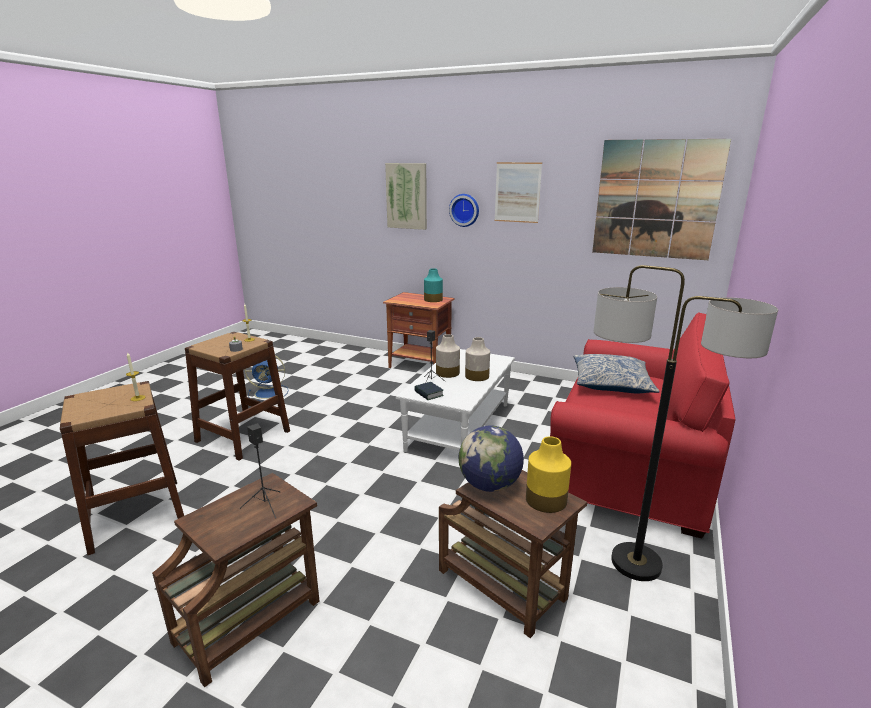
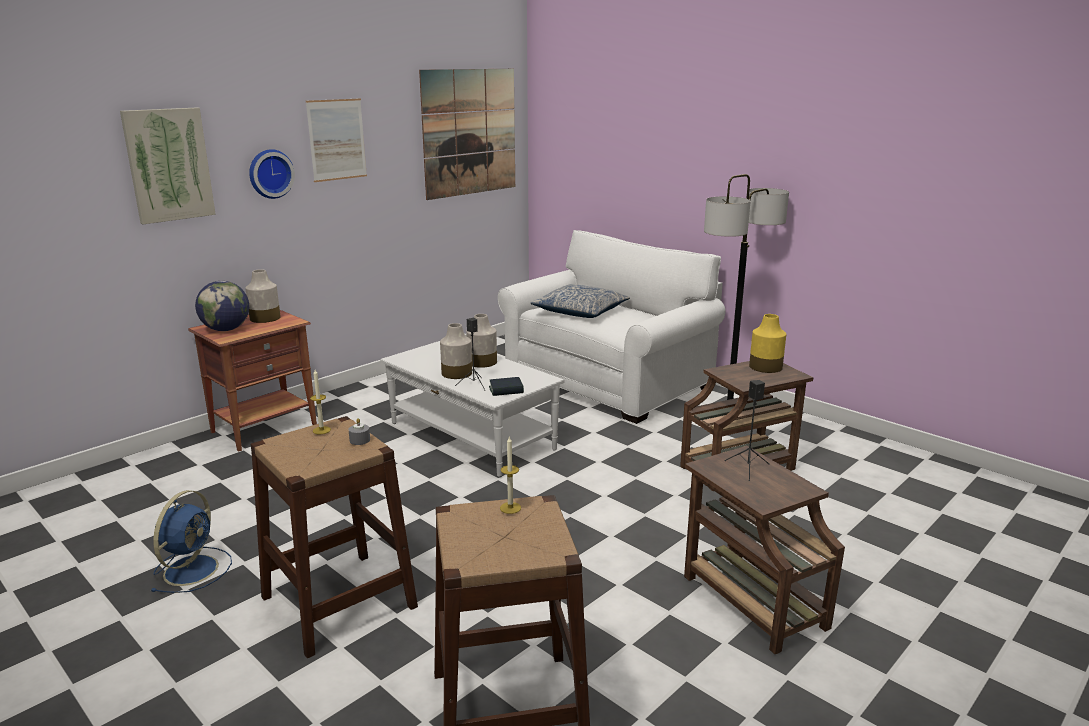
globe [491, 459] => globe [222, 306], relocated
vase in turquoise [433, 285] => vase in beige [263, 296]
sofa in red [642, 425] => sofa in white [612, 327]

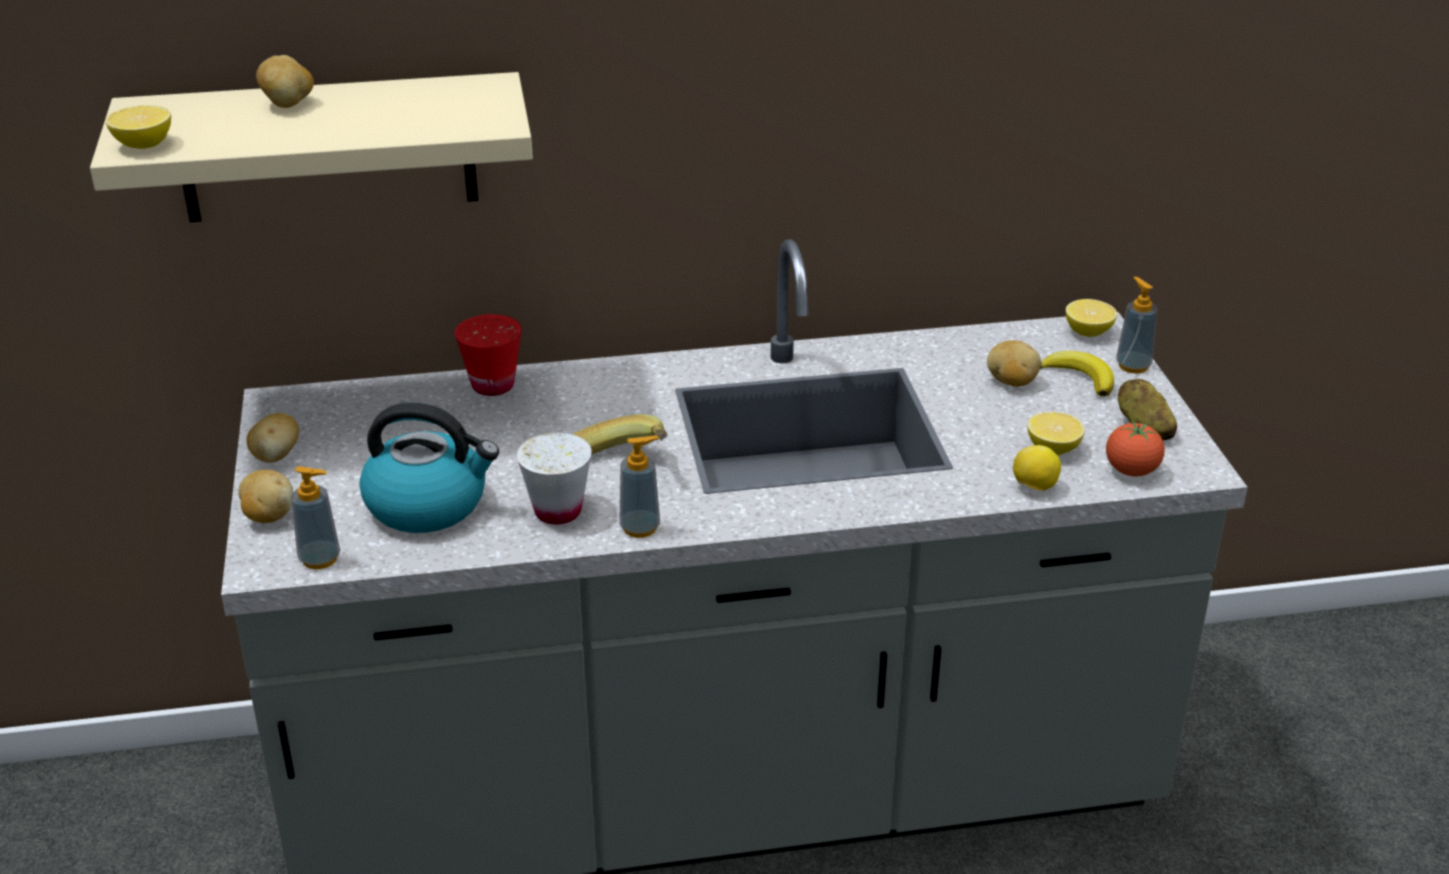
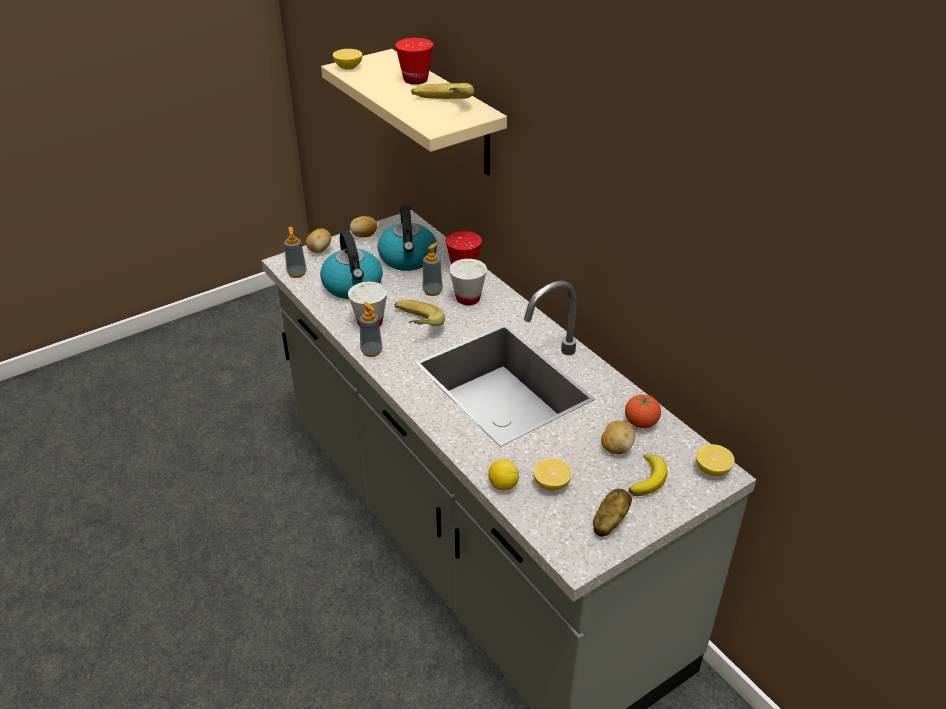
nothing => kettle [407, 238]
potato [285, 81] => cup in red [414, 61]
nothing => banana [442, 91]
soap dispenser [1137, 325] => soap dispenser [432, 269], relocated
nothing => cup in white [468, 282]
tomato [1135, 448] => tomato [643, 411], relocated

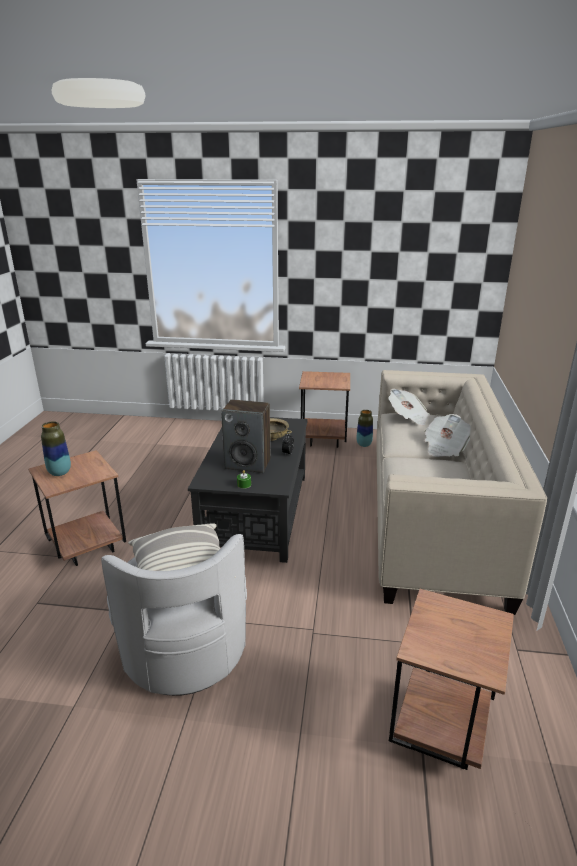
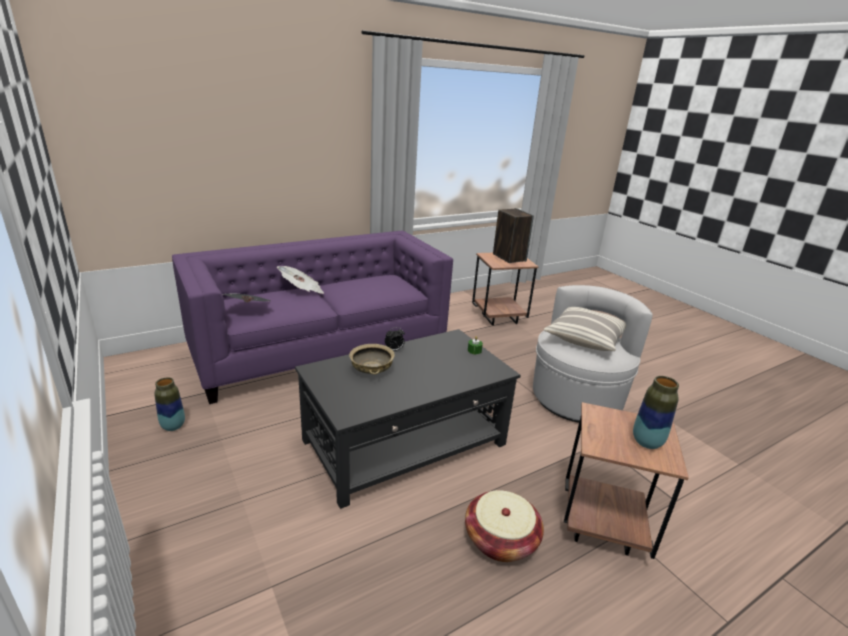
sofa in beige [461, 492] => sofa in purple [312, 317]
nothing => basket [504, 526]
speaker [245, 436] => speaker [513, 235], relocated
side table in brown [324, 409] => nothing

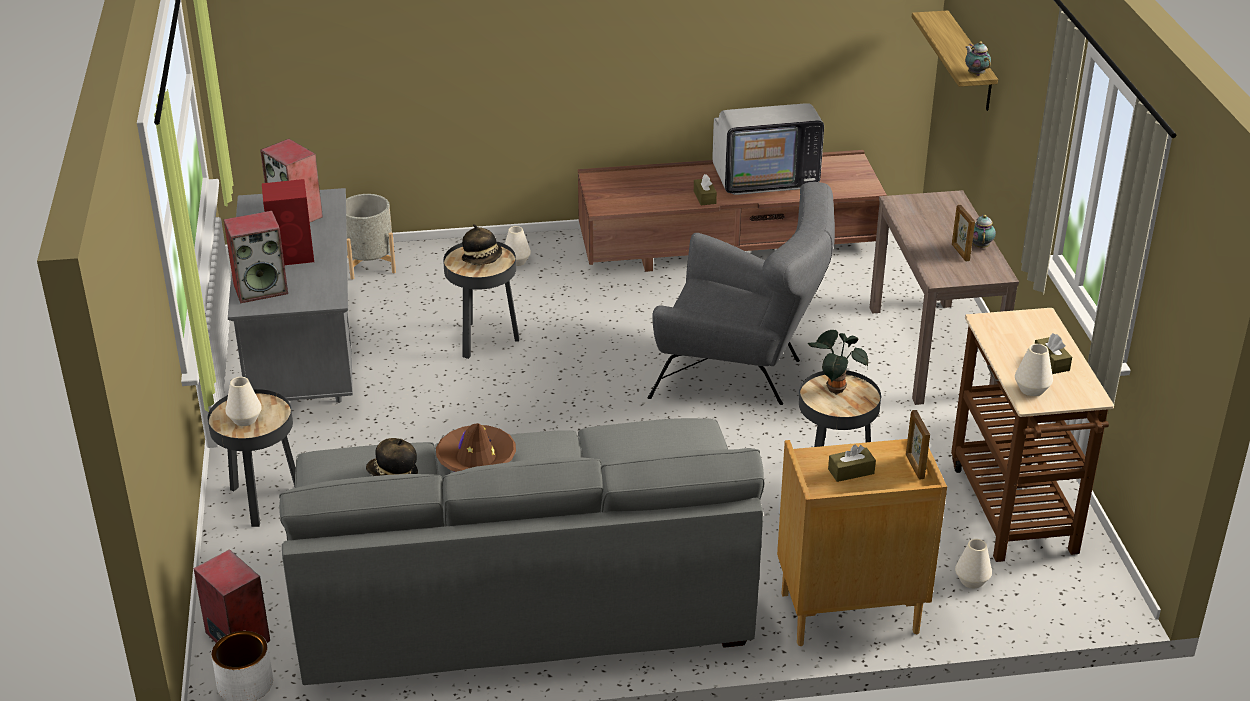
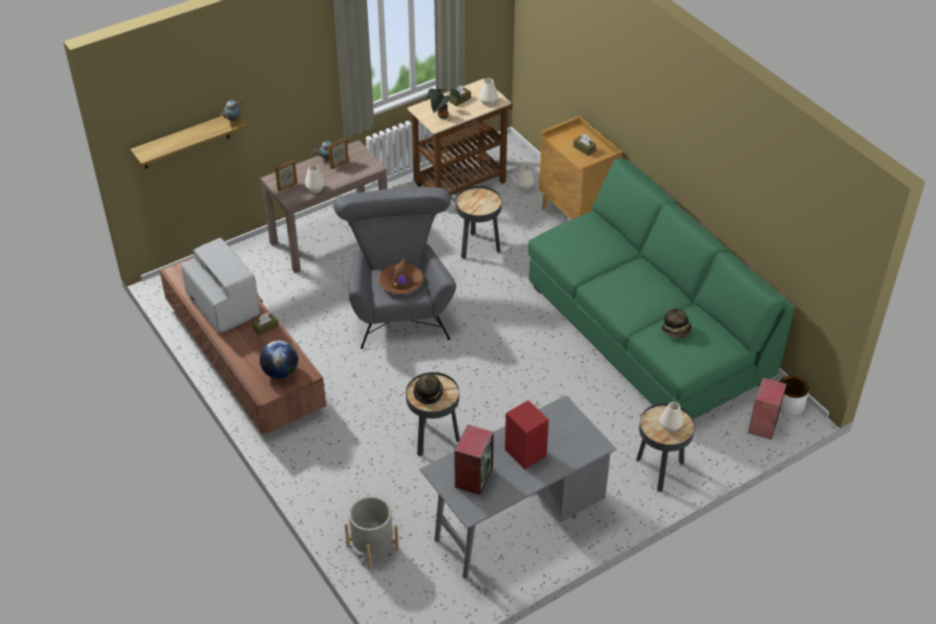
nothing => globe [279, 359]
picture frame [918, 444] => picture frame [286, 175], relocated
vase in white [518, 246] => vase in white [315, 179], relocated
hat in brown [476, 447] => hat in brown [401, 276], relocated
potted plant [838, 362] => potted plant [443, 103], relocated
sofa in grey [522, 551] => sofa in green [661, 289]
speaker [256, 257] => nothing

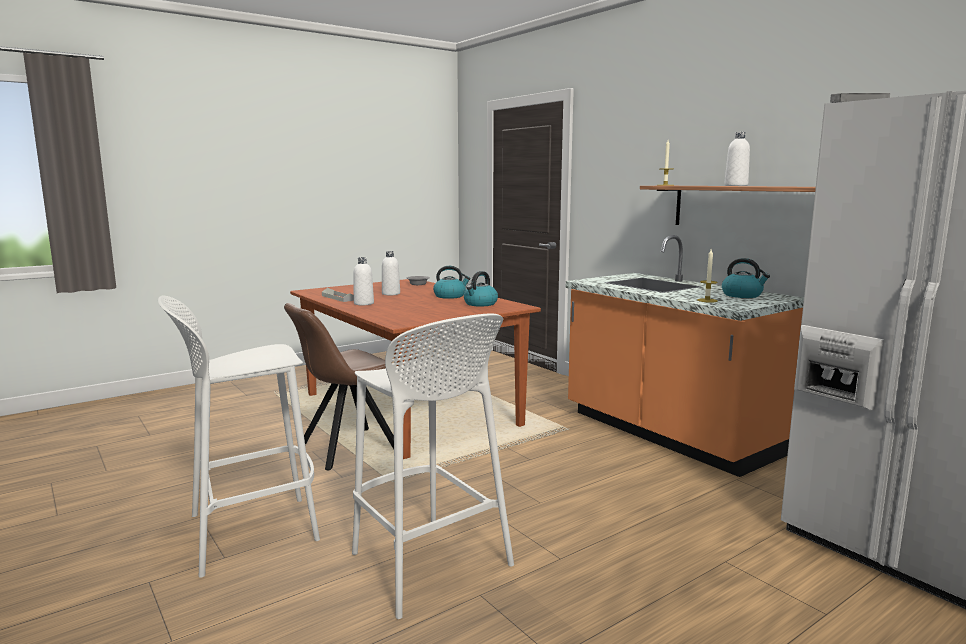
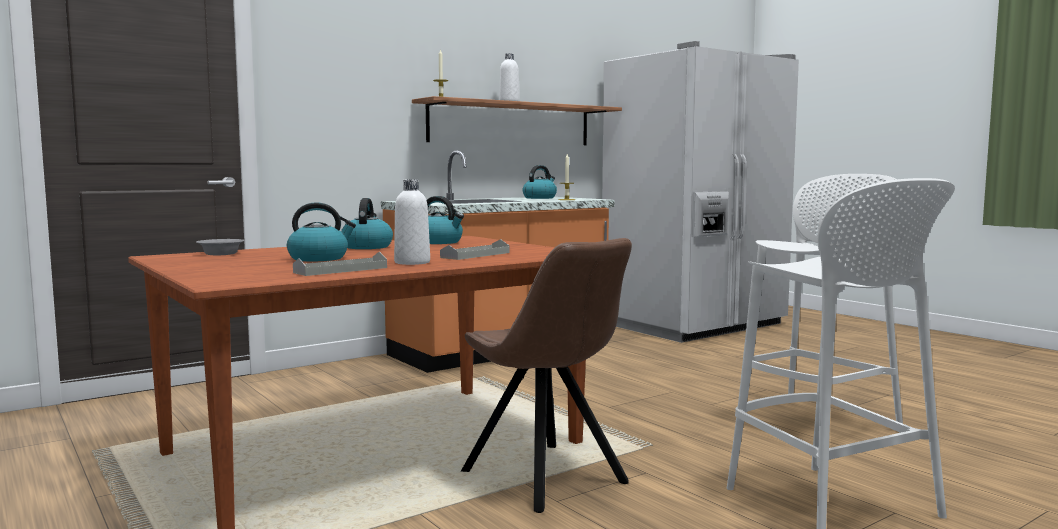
bottle in white [391, 273] => kettle [321, 231]
nothing => tray in grey [474, 249]

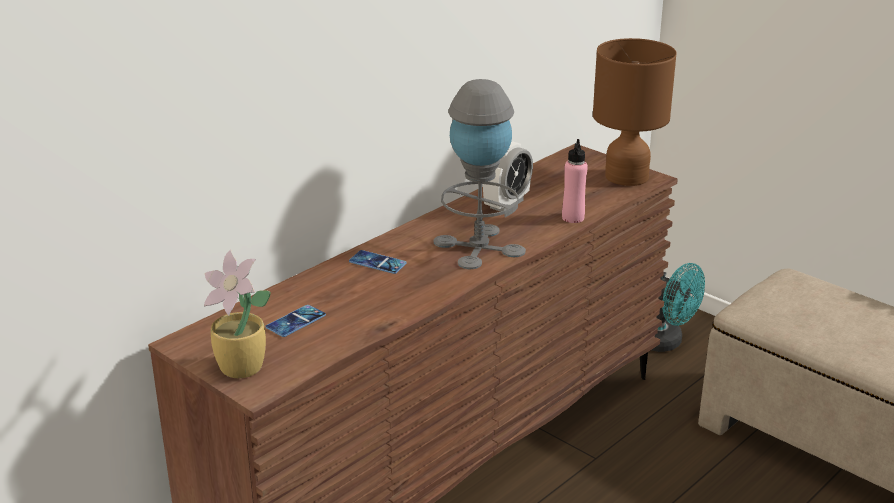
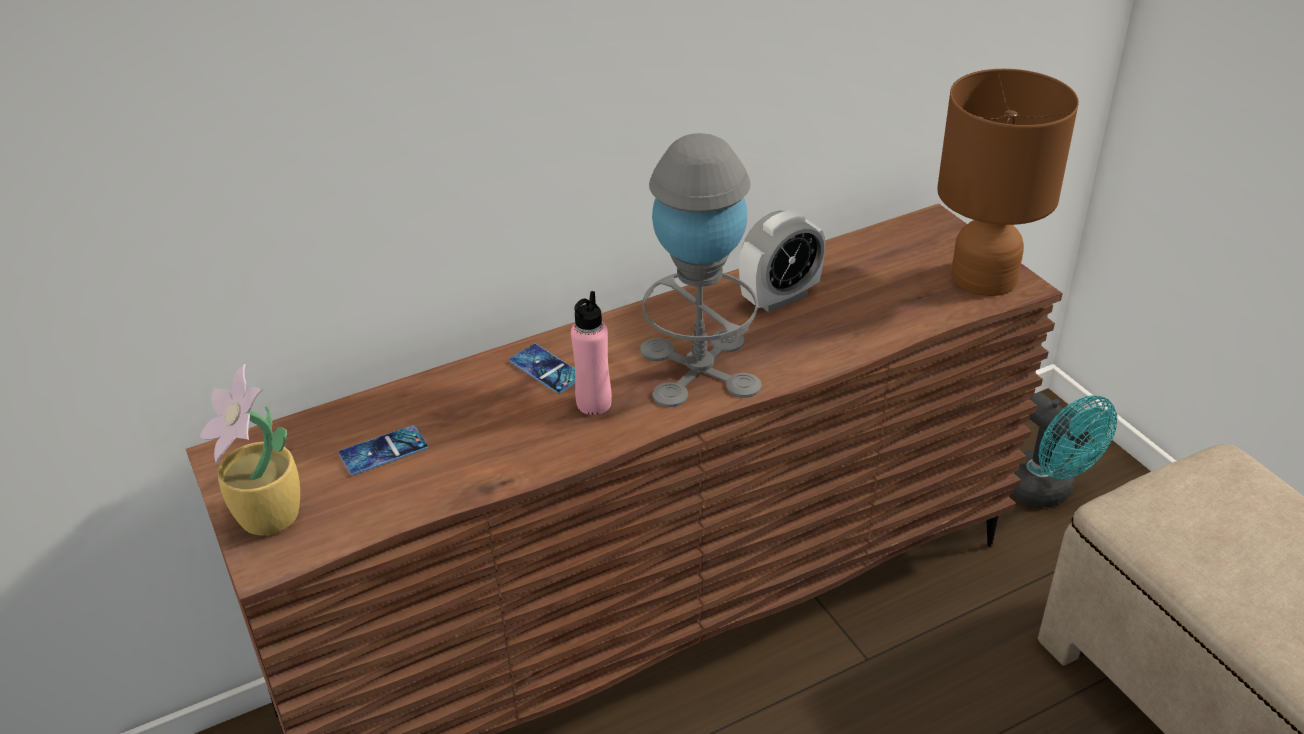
bottle in pink [575, 181] => bottle in pink [591, 353], relocated

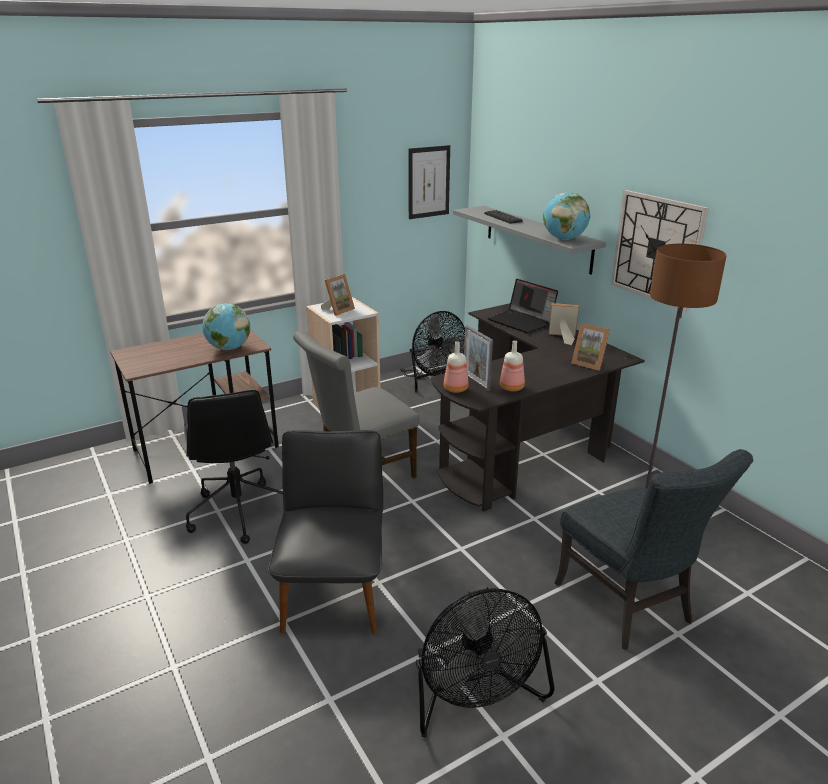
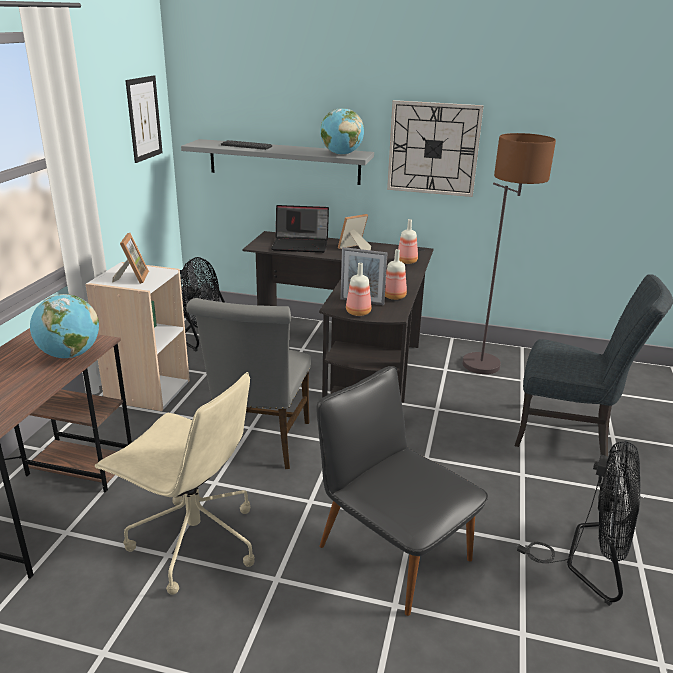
office chair in black [234, 467] => office chair in beige [175, 483]
picture frame [590, 346] => bottle [408, 241]

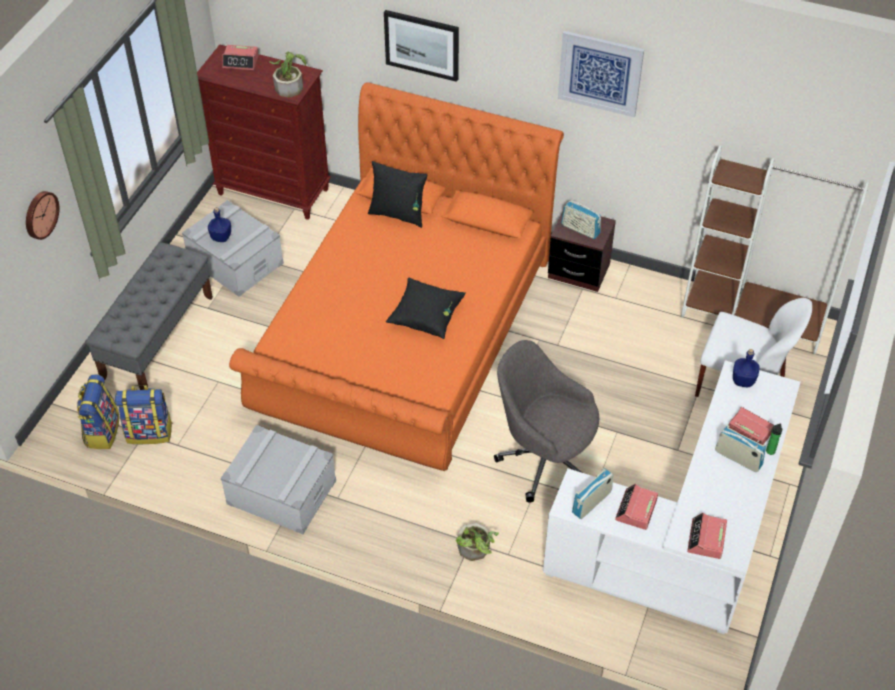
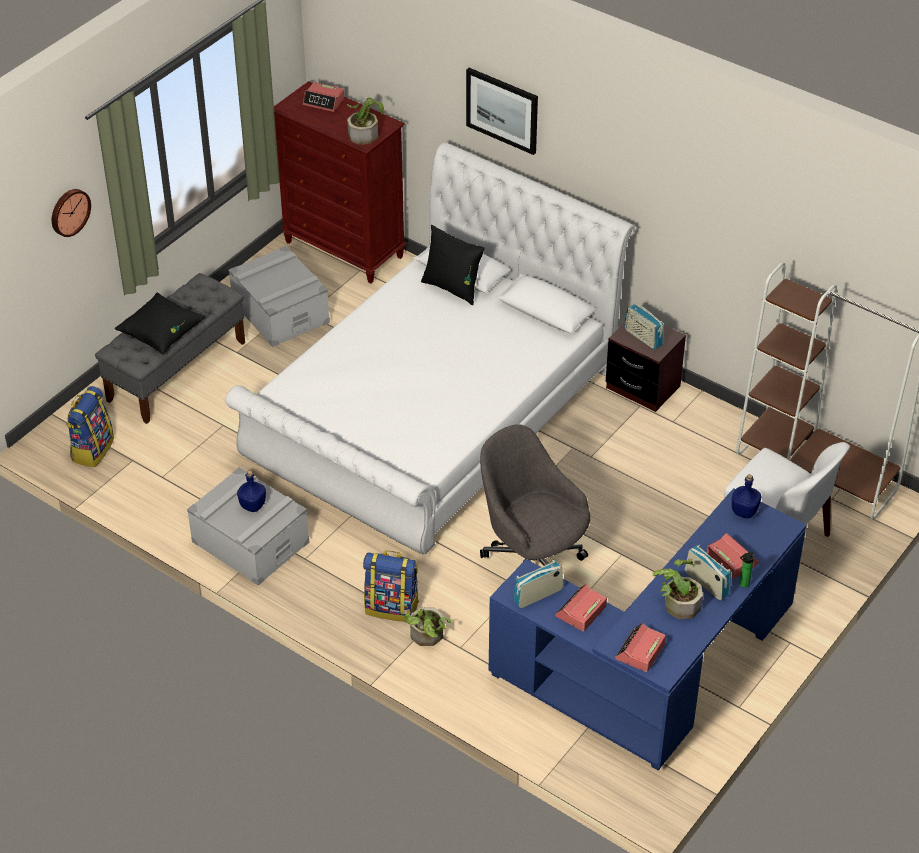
pillow in black [426, 308] => pillow in black [160, 323], relocated
bed in orange [396, 276] => bed in white [430, 349]
bottle in blue [219, 224] => bottle in blue [251, 491], relocated
backpack [143, 414] => backpack [391, 586], relocated
desk in white [672, 497] => desk in blue [647, 629]
nothing => potted plant [677, 589]
picture [601, 74] => nothing

